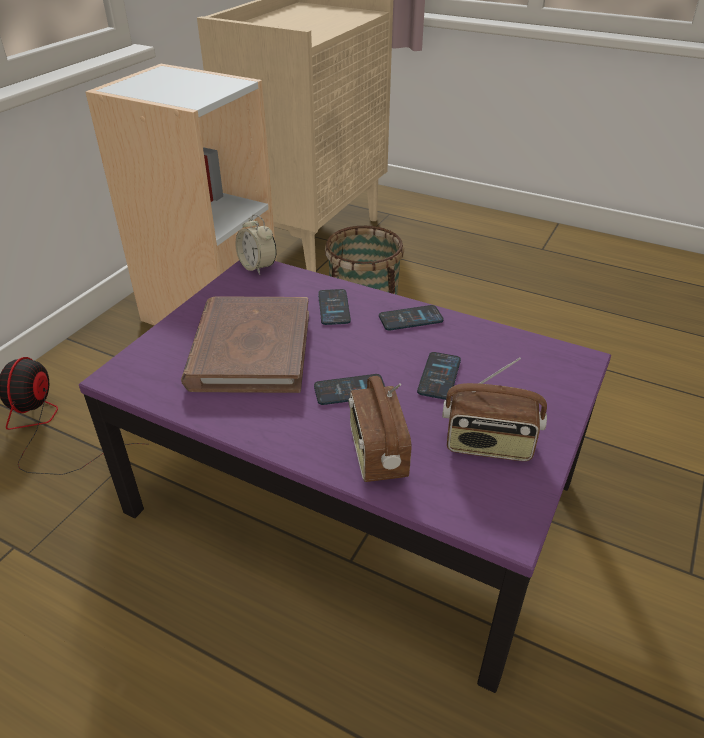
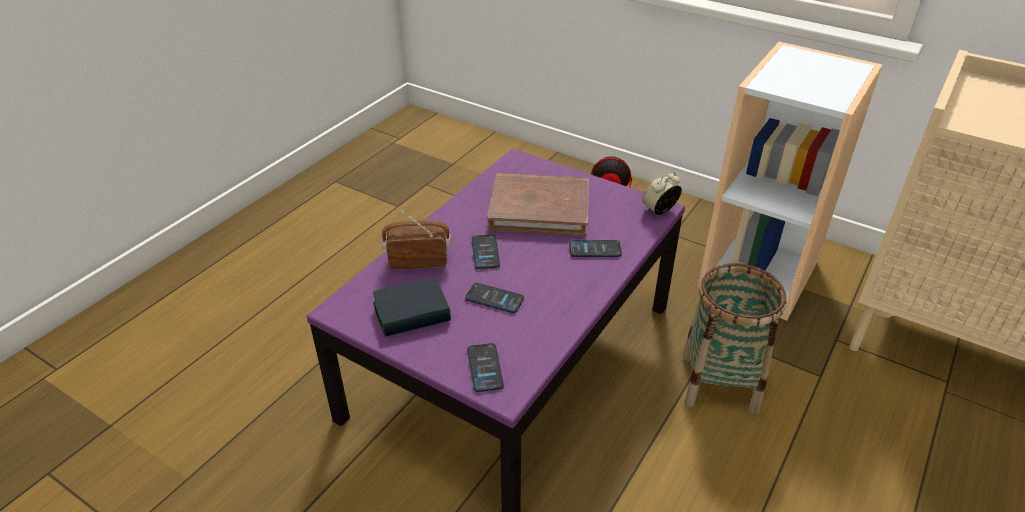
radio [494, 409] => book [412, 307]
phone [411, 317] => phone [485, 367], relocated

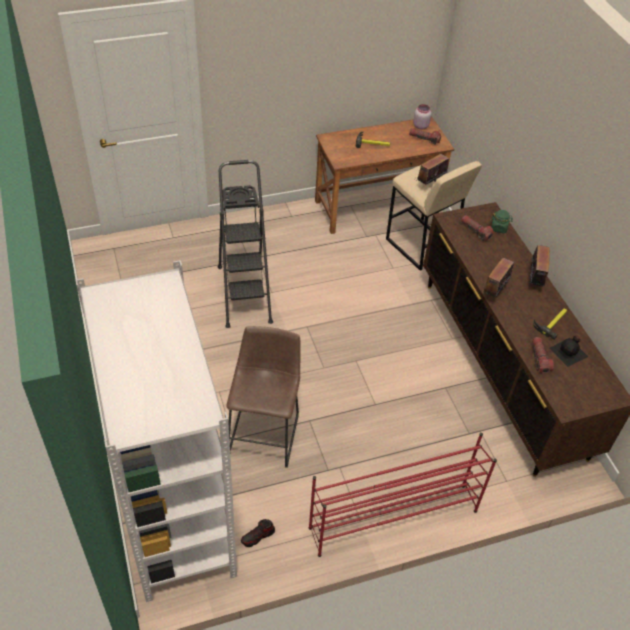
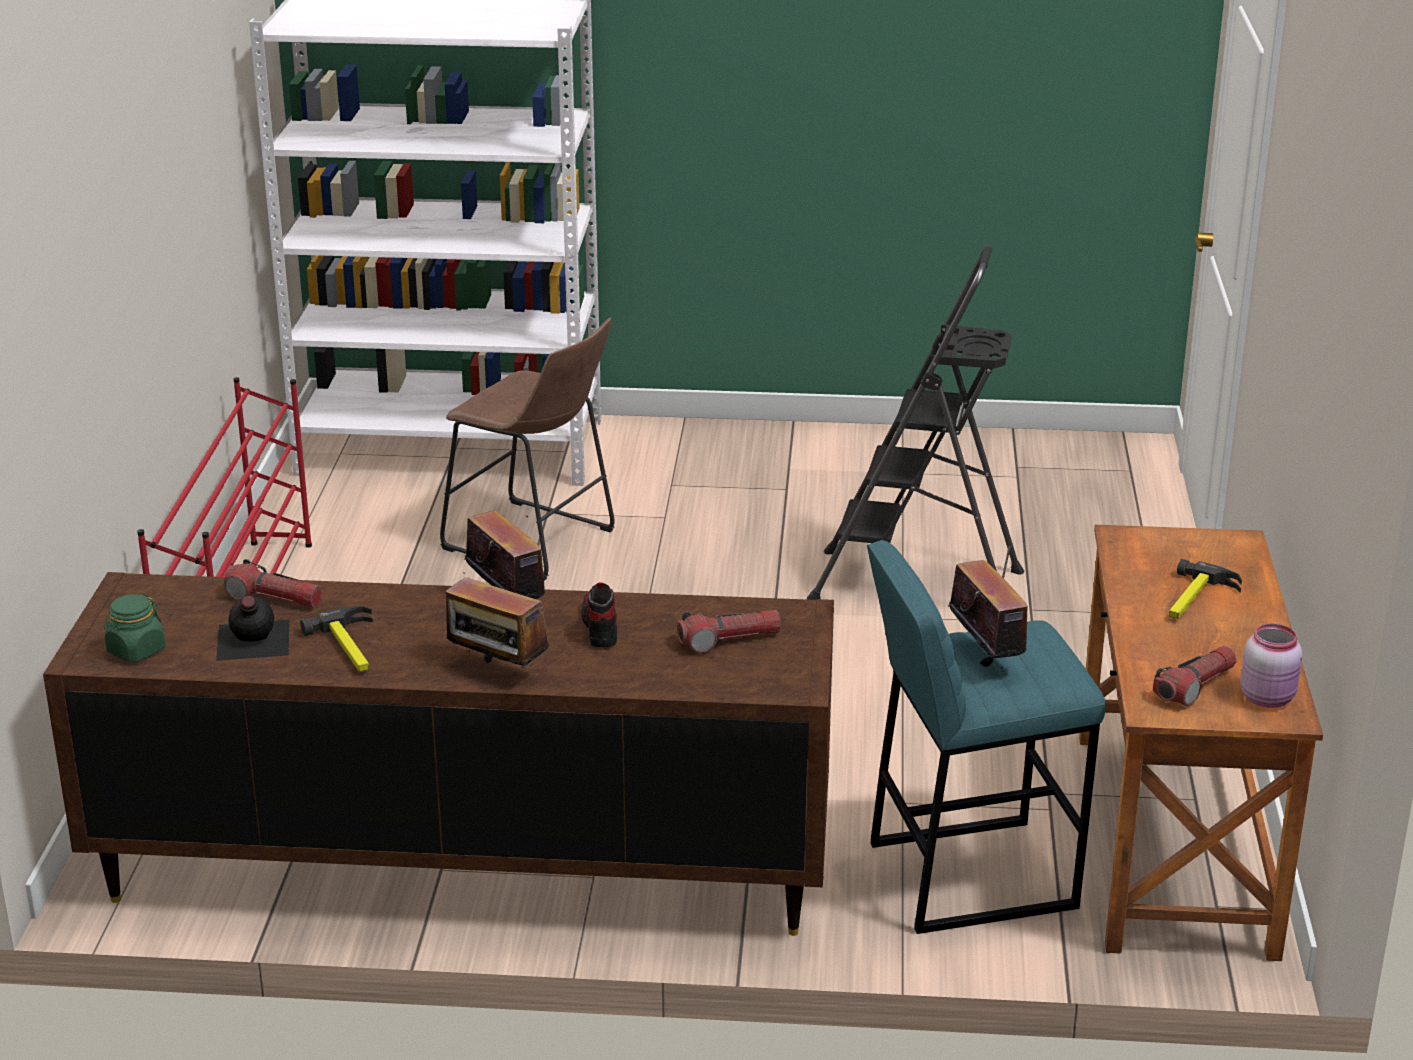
jar in green [501, 221] => jar in green [134, 628], relocated
shoe [258, 533] => shoe [599, 614], relocated
stool in beige [434, 216] => stool in turquoise [986, 737]

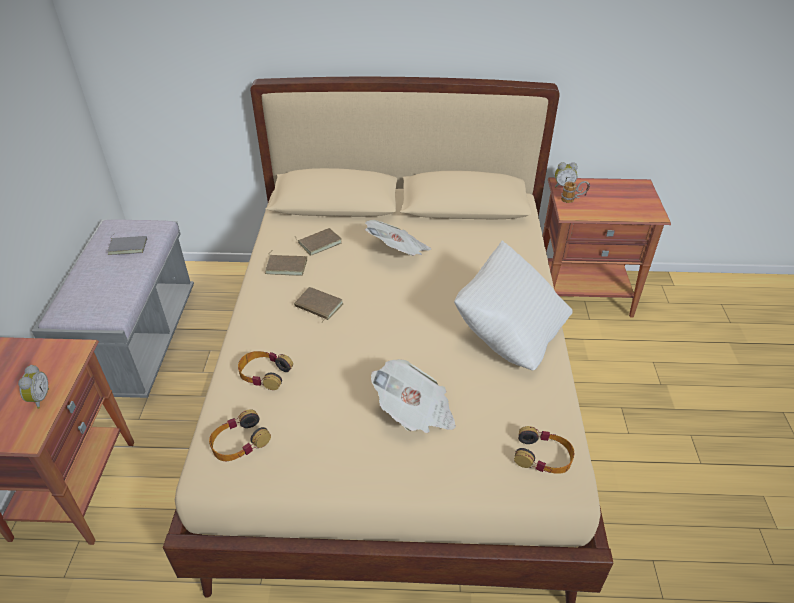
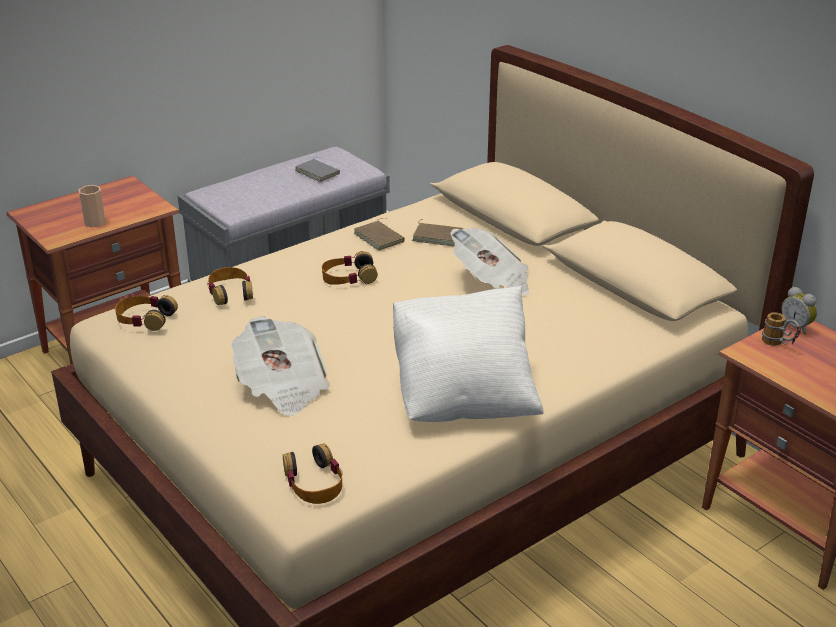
alarm clock [33, 387] => cup [92, 206]
book in brown [319, 305] => headphones [350, 268]

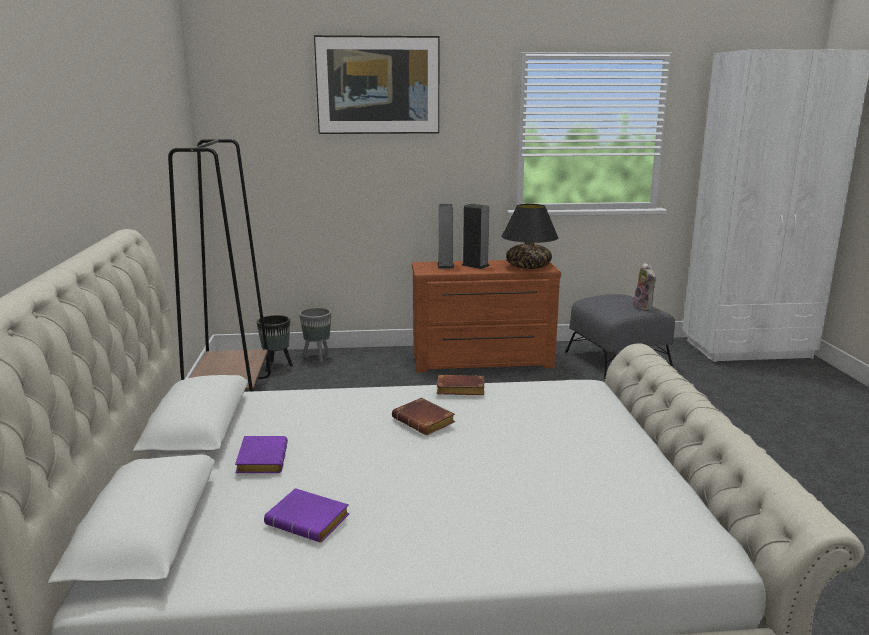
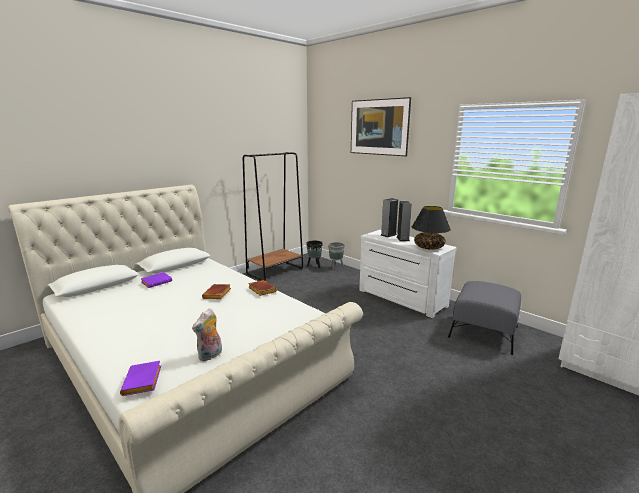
book in purple [306, 515] => book in purple [140, 378], relocated
plush toy [644, 286] => plush toy [207, 334], relocated
dresser in brown [486, 316] => dresser in white [408, 274]

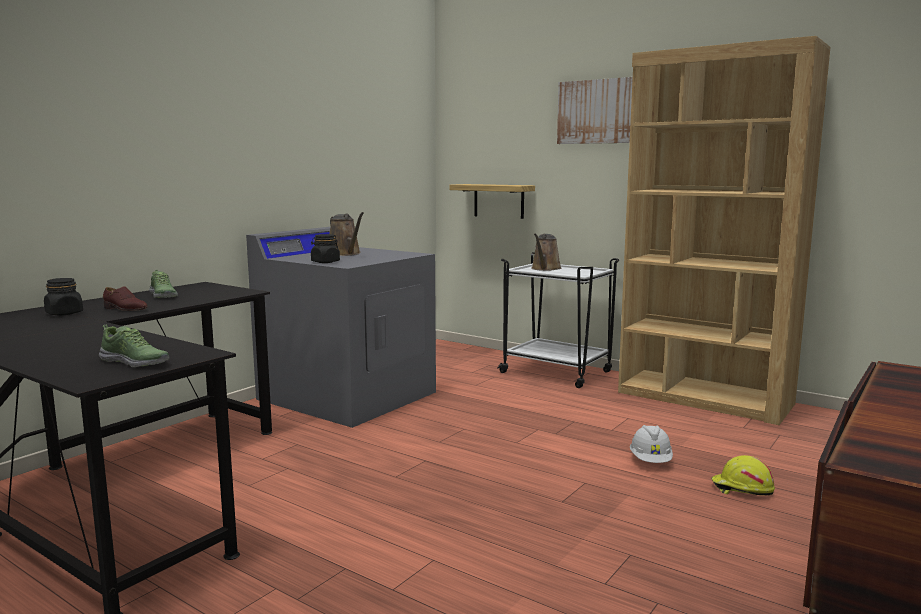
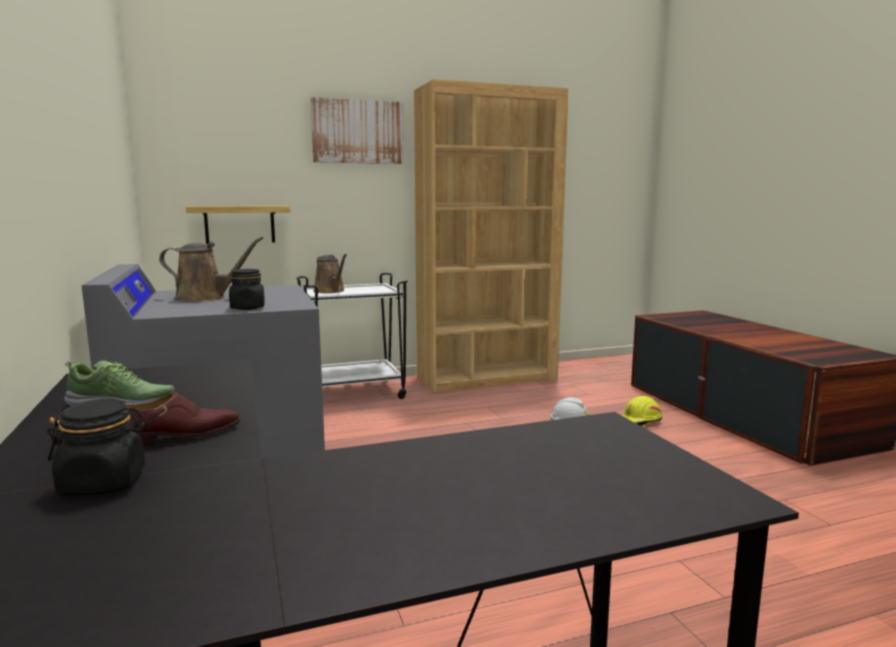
shoe [134, 345] => nothing

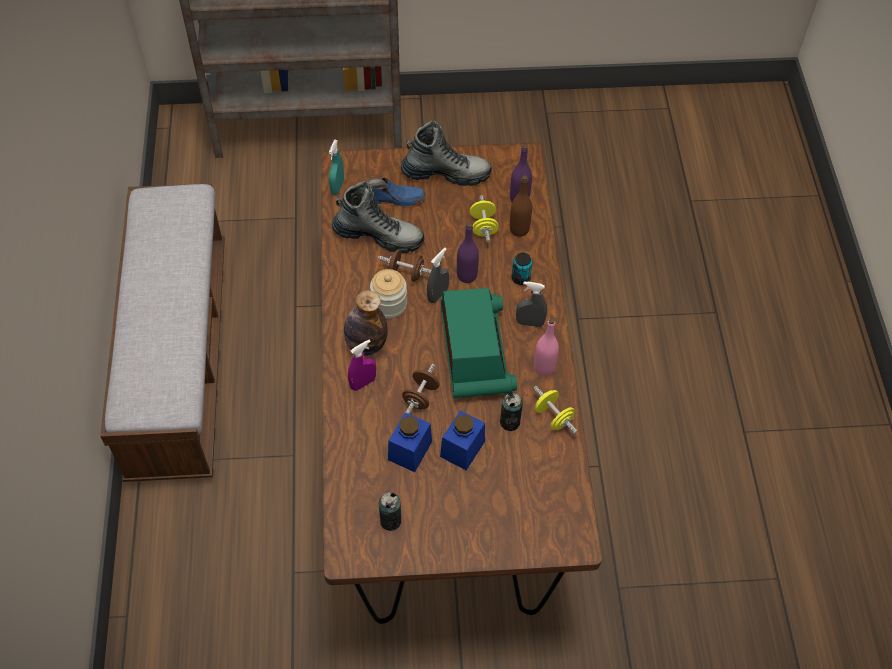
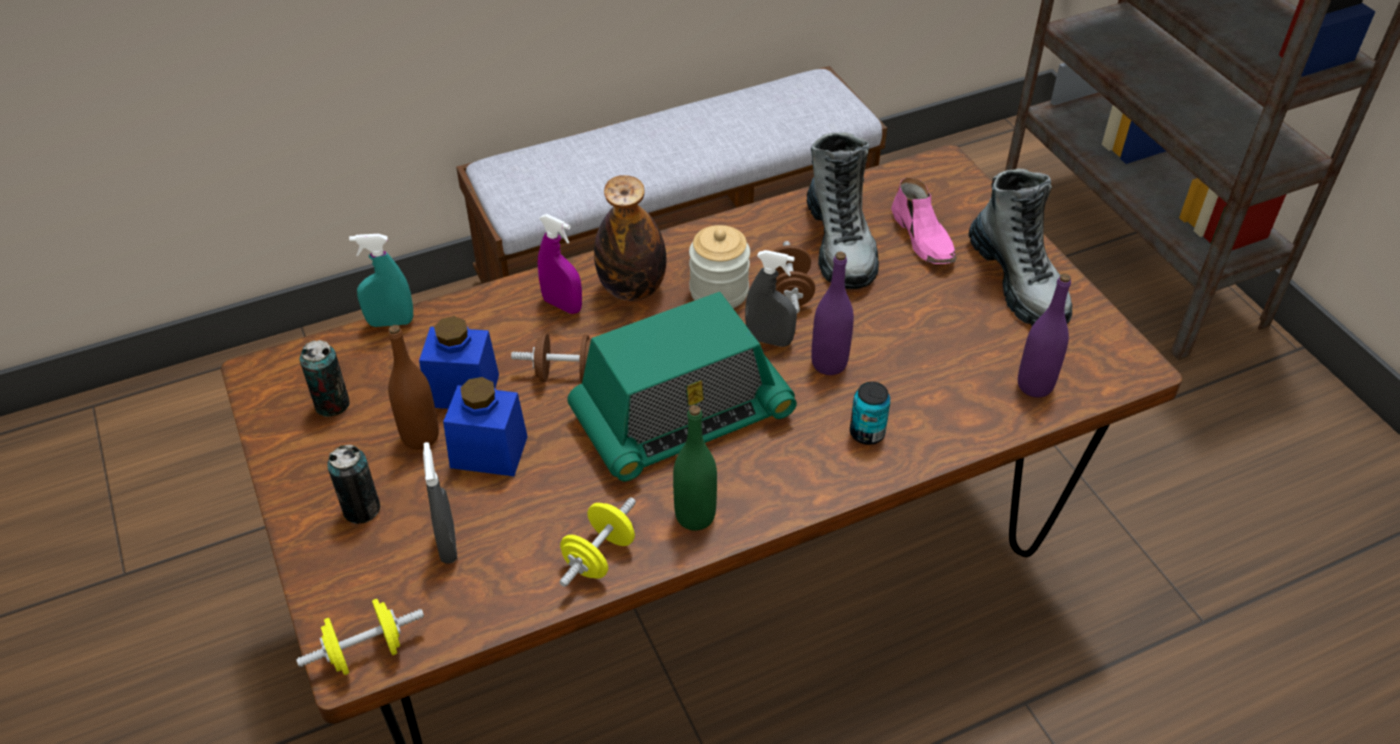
dumbbell in yellow [484, 218] => dumbbell in yellow [360, 637], relocated
can [511, 411] => can [353, 484], relocated
spray bottle in turquoise [336, 167] => spray bottle in turquoise [381, 280], relocated
bottle in brown [521, 206] => bottle in brown [413, 387], relocated
spray bottle in grey [531, 304] => spray bottle in grey [440, 503], relocated
bottle in pink [546, 347] => bottle in green [695, 468]
shoe in blue [396, 191] => shoe in pink [924, 221]

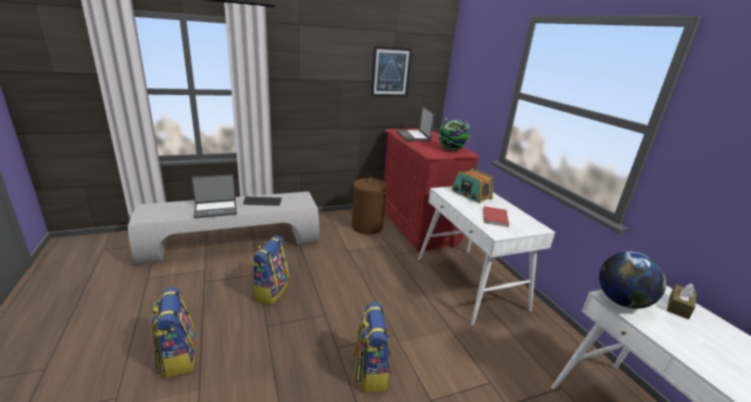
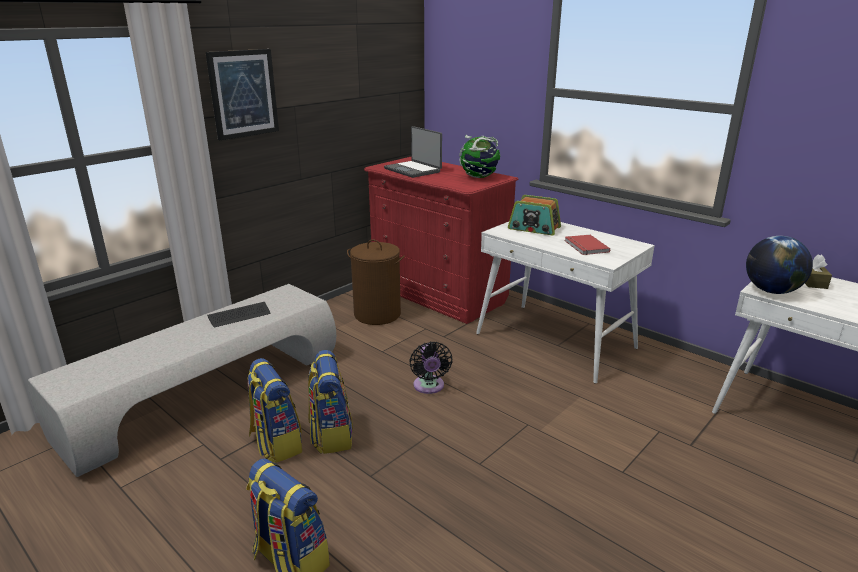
picture [391, 71] => picture [242, 94], relocated
backpack [372, 347] => backpack [274, 410], relocated
nothing => fan in black [431, 367]
laptop [214, 196] => nothing

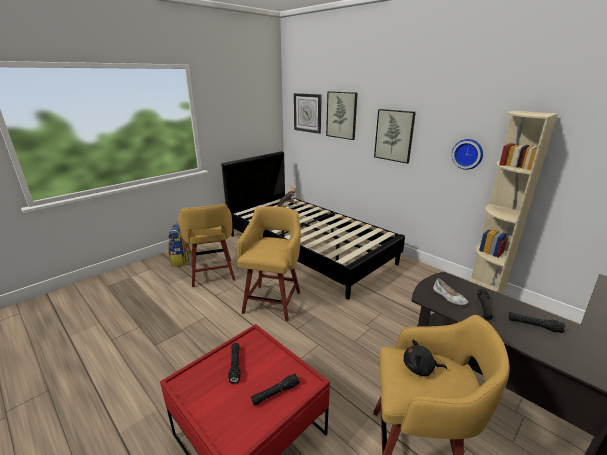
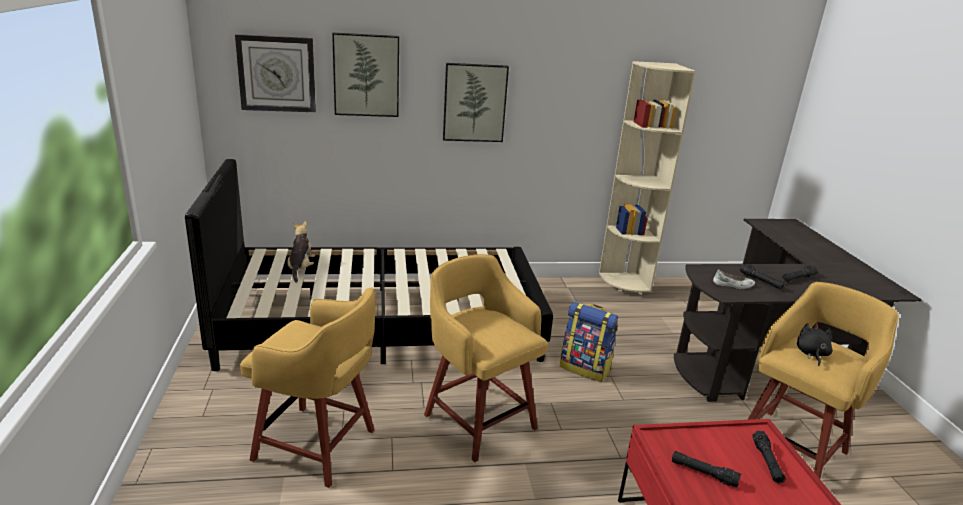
backpack [180, 244] => backpack [589, 342], relocated
plush toy in black [425, 358] => plush toy in black [814, 344], 150 degrees clockwise
wall clock [467, 154] => nothing

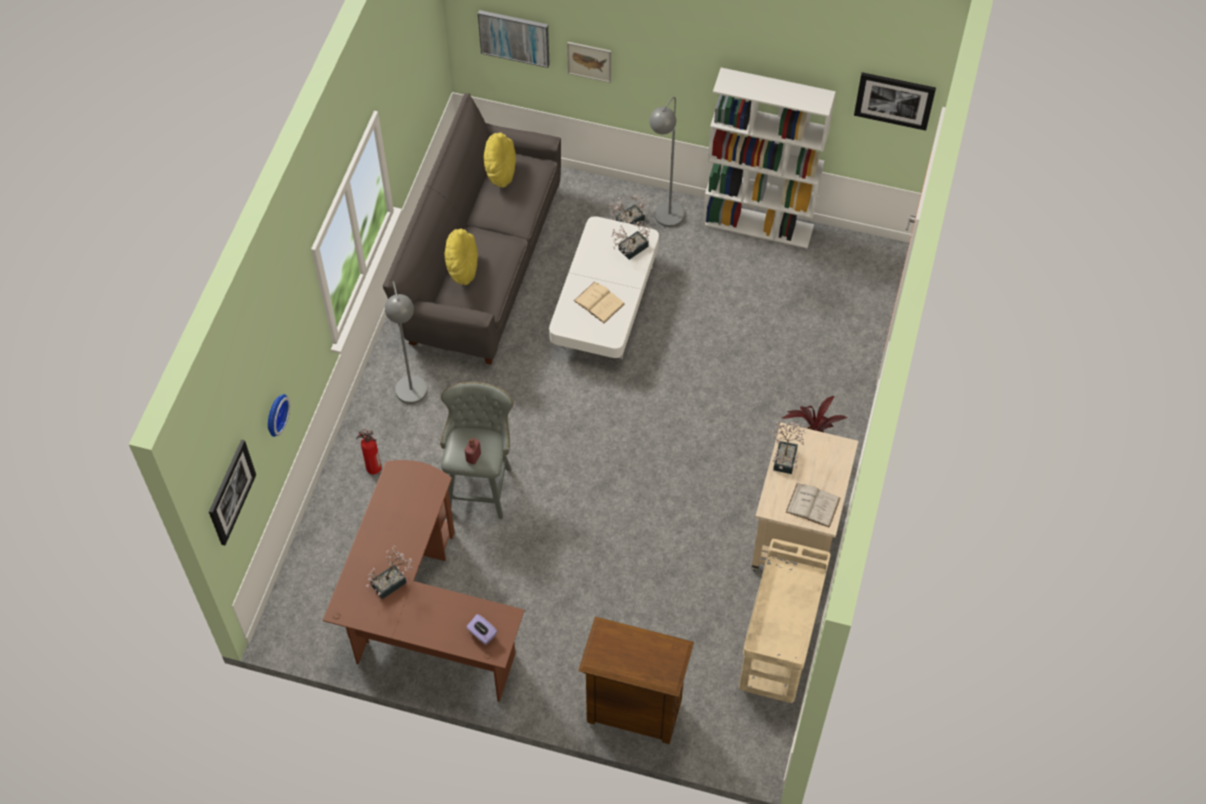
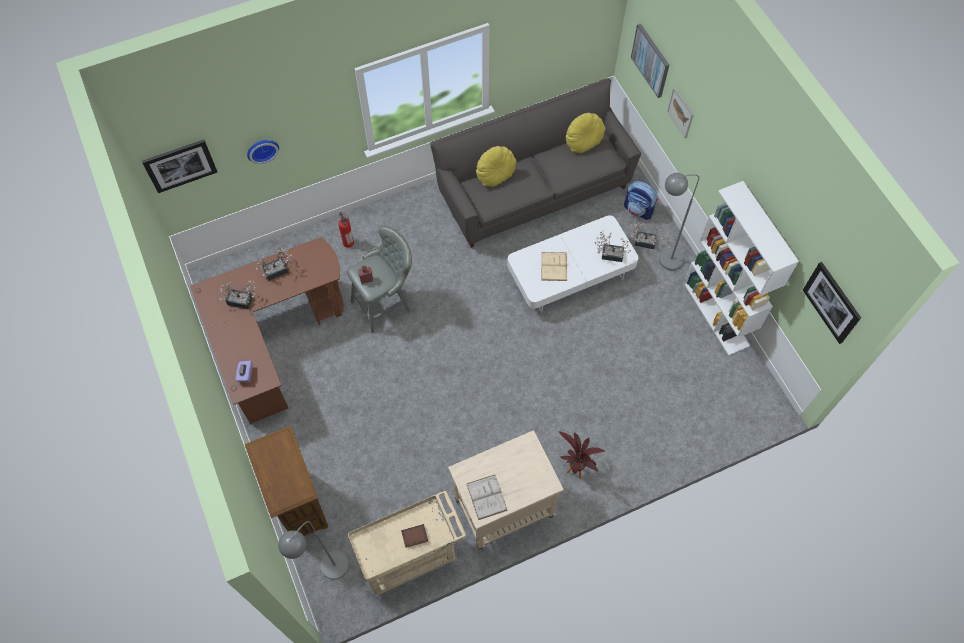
potted plant [788, 447] => potted plant [274, 262], relocated
floor lamp in grey [406, 342] => floor lamp in grey [313, 550], relocated
nothing => book [414, 536]
nothing => backpack [641, 200]

